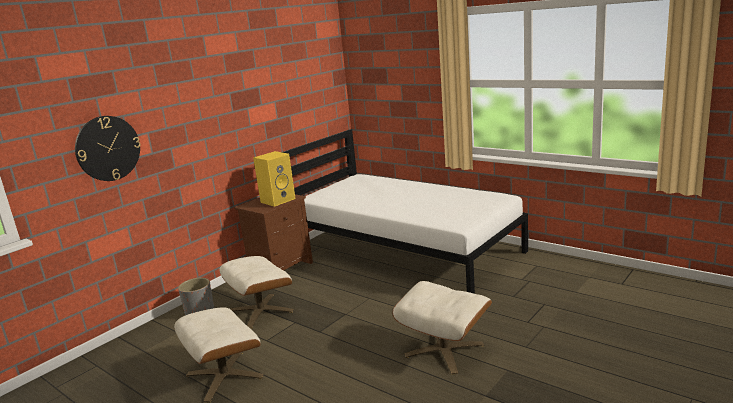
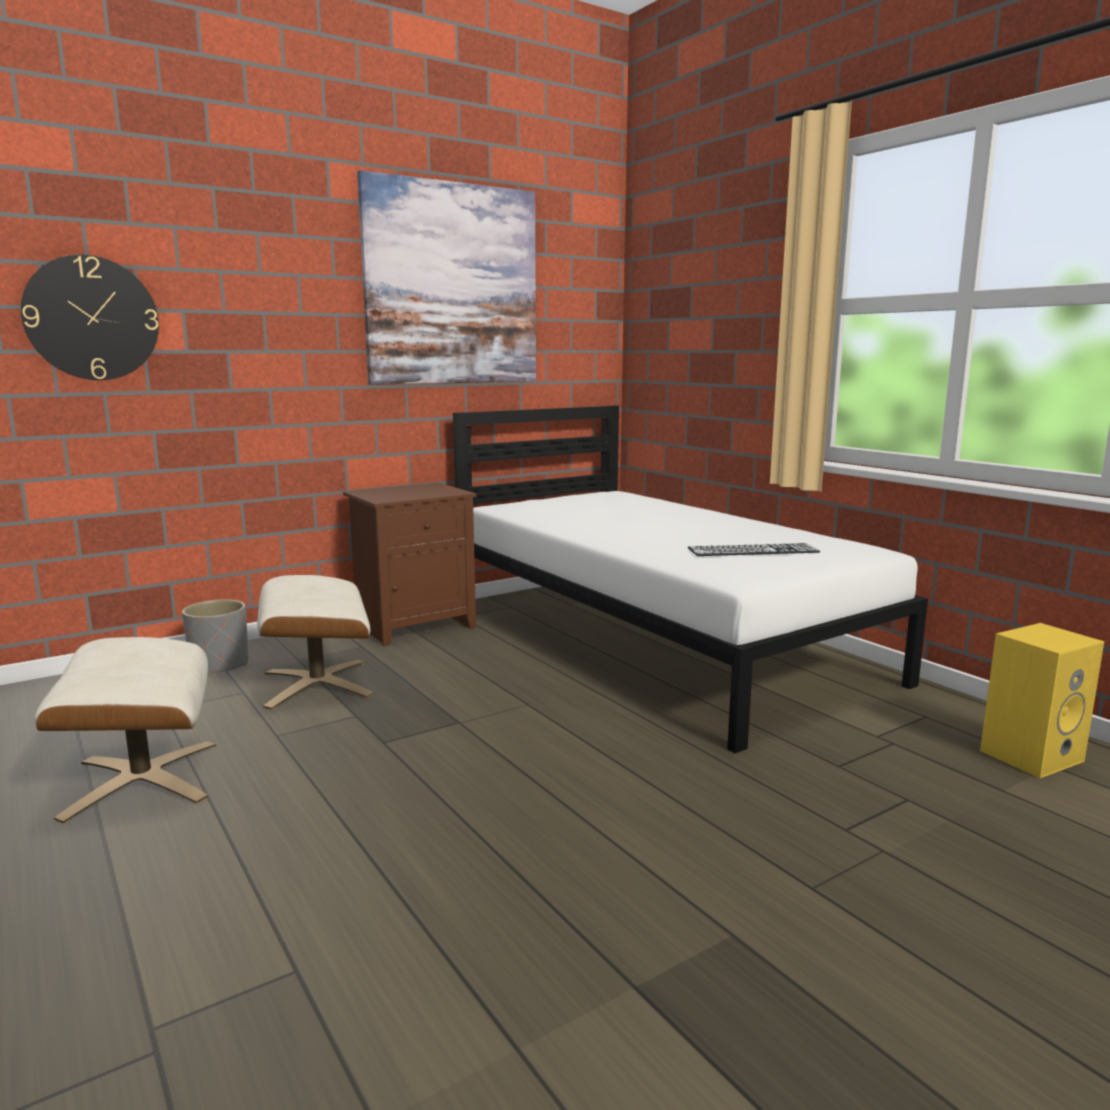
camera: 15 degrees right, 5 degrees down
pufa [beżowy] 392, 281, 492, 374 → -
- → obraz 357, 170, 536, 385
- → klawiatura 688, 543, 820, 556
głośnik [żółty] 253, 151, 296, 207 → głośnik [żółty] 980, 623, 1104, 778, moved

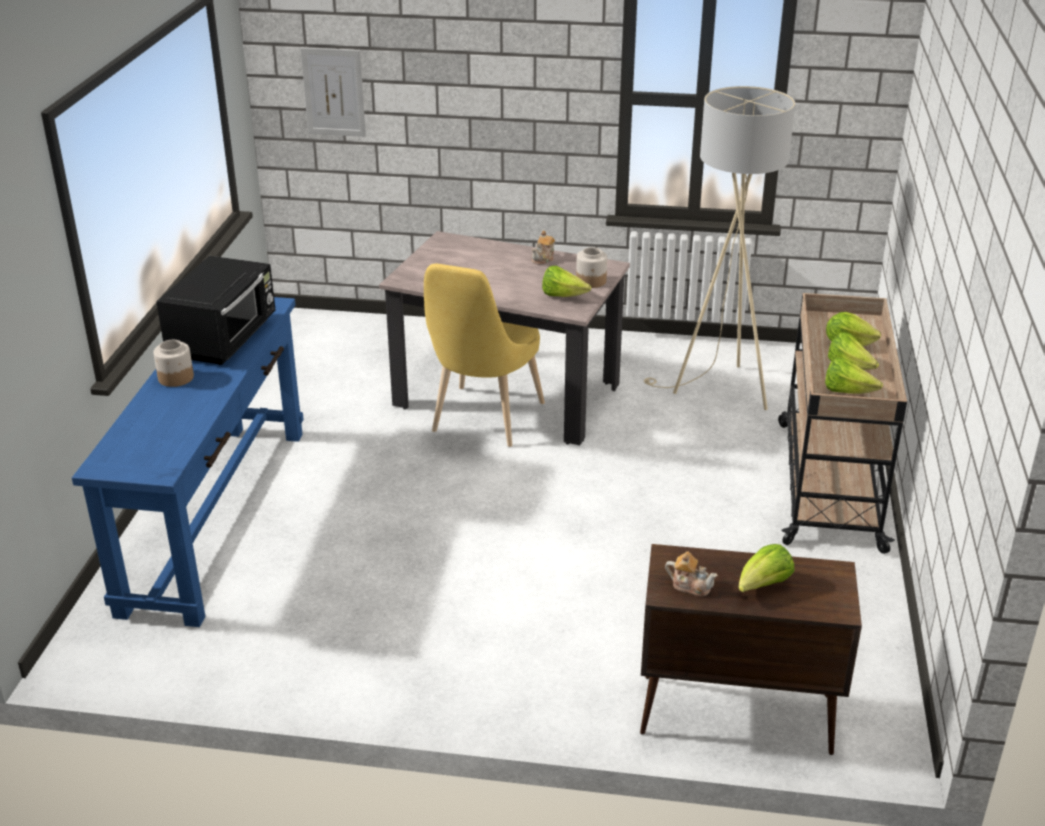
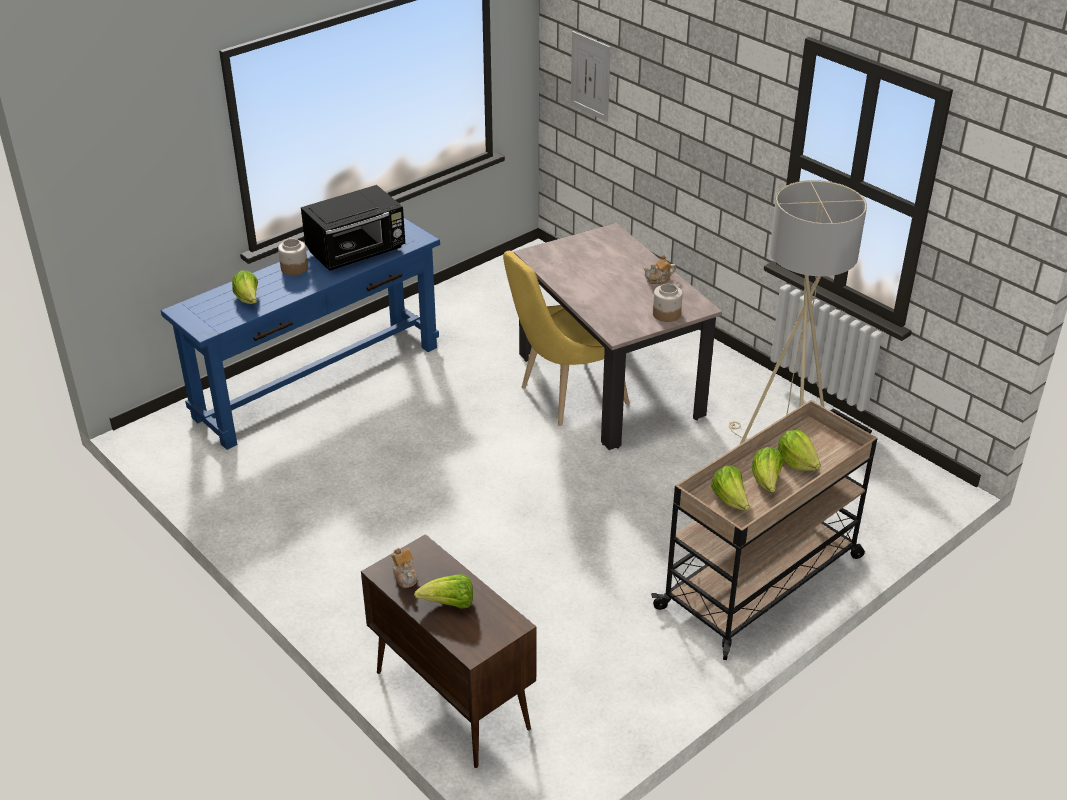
camera: 40 degrees right, 5 degrees up
sałata 542, 266, 591, 297 → sałata 232, 270, 258, 304, moved

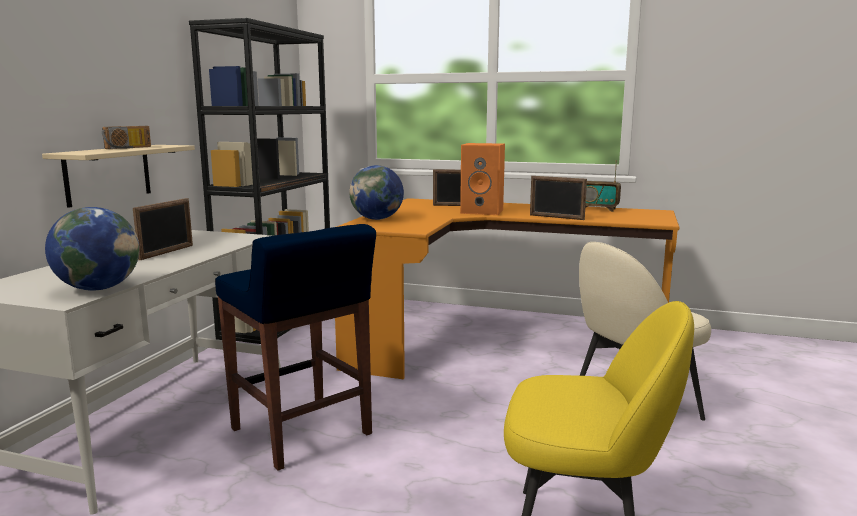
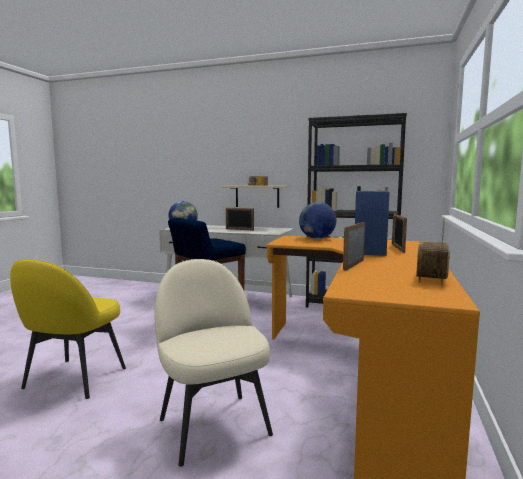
camera: 90 degrees right, 5 degrees down
głośnik [pomarańczowy] 460, 143, 505, 215 → głośnik [niebieski] 355, 191, 390, 256

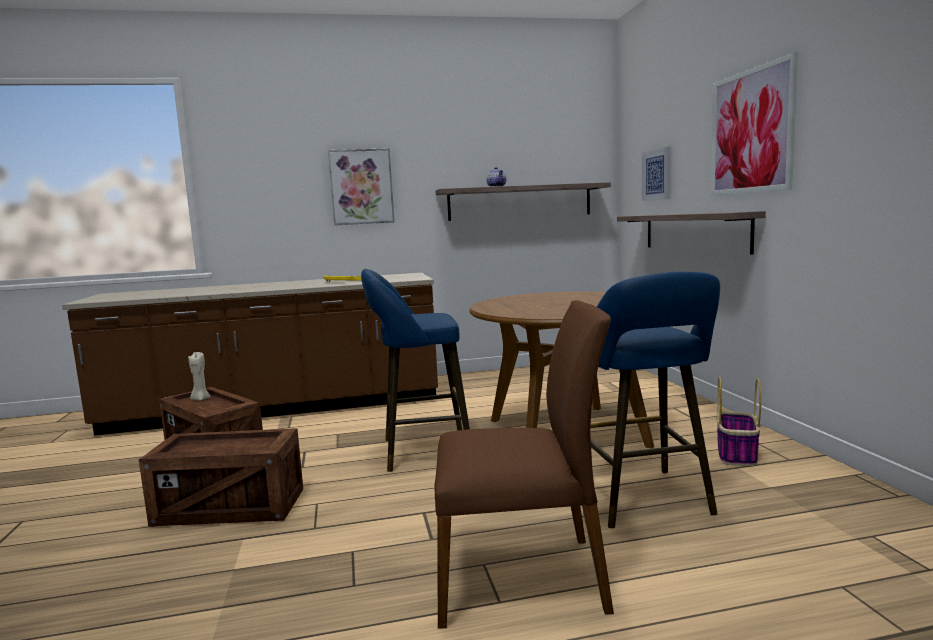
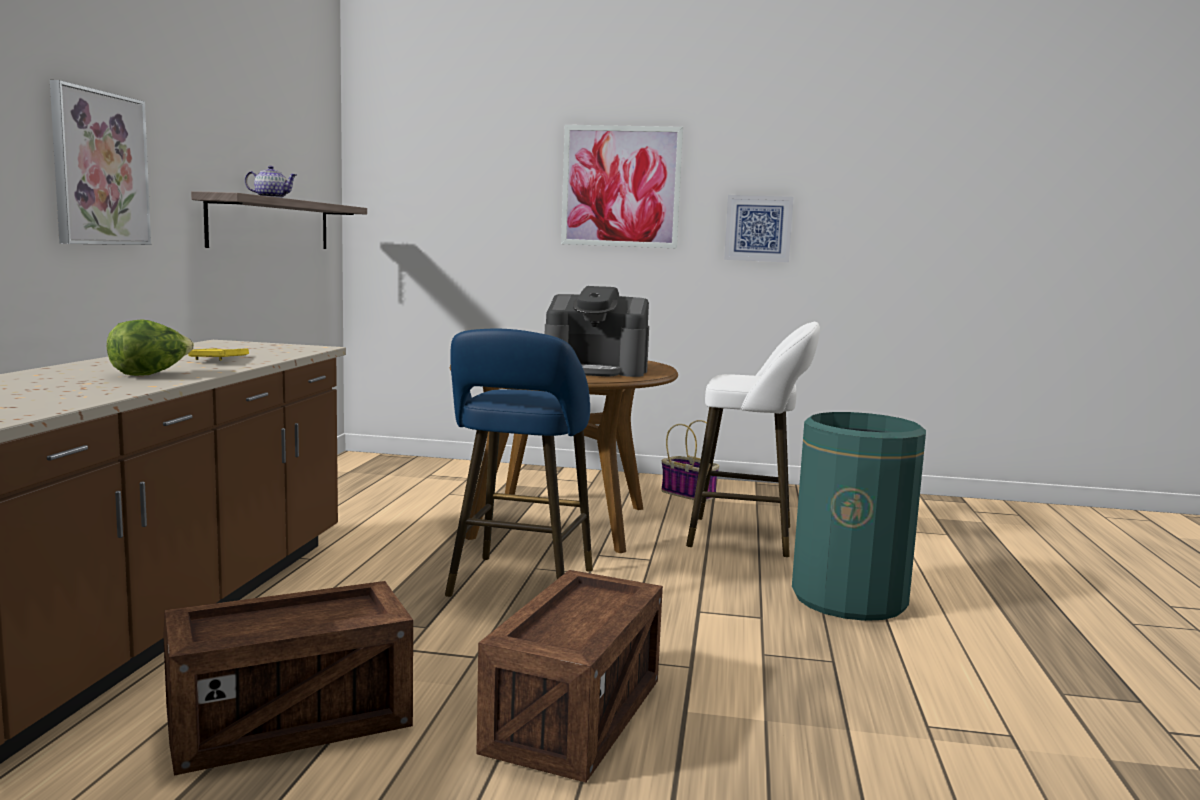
camera: 70 degrees left, 0 degrees up
świeca [beżowy] 188, 352, 210, 401 → -
półka 617, 211, 766, 255 → -
- → sałata 107, 319, 194, 376
- → ekspres do kawy 545, 286, 649, 377
obraz 642, 147, 670, 201 → obraz 724, 195, 794, 262, moved
krzesło [brązowy] 434, 300, 614, 629 → kosz na śmieci [zielony] 792, 412, 926, 621
stołek [niebieski] 590, 271, 720, 528 → stołek [biały] 686, 322, 820, 557

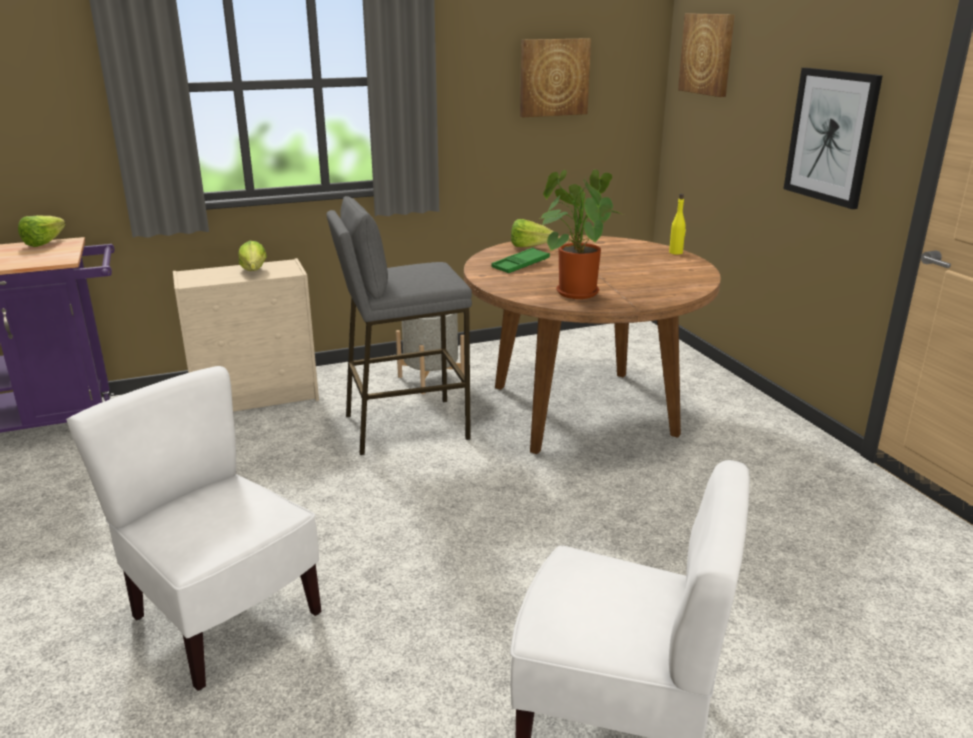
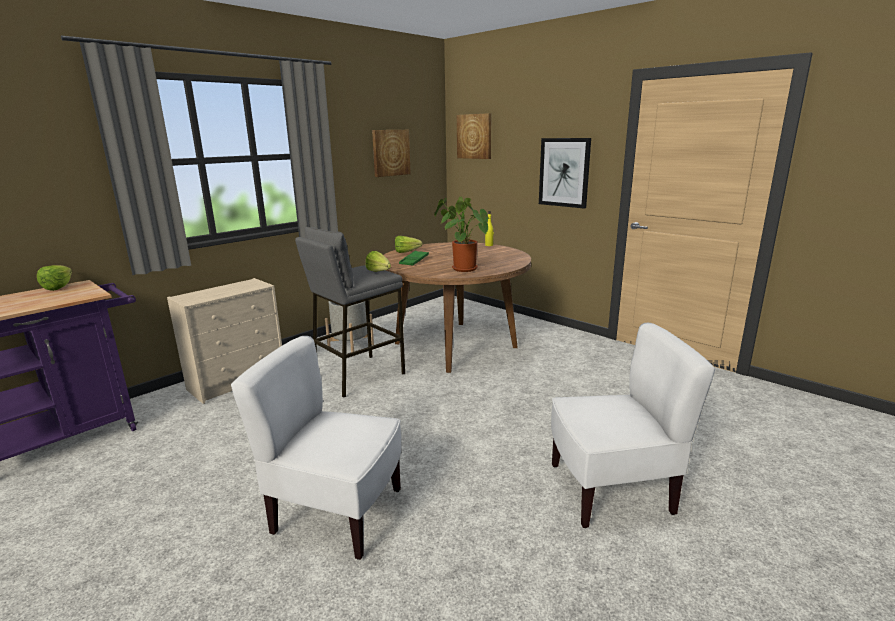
camera: 25 degrees left, 5 degrees down
sałata 238, 241, 267, 271 → sałata 366, 251, 391, 272, moved

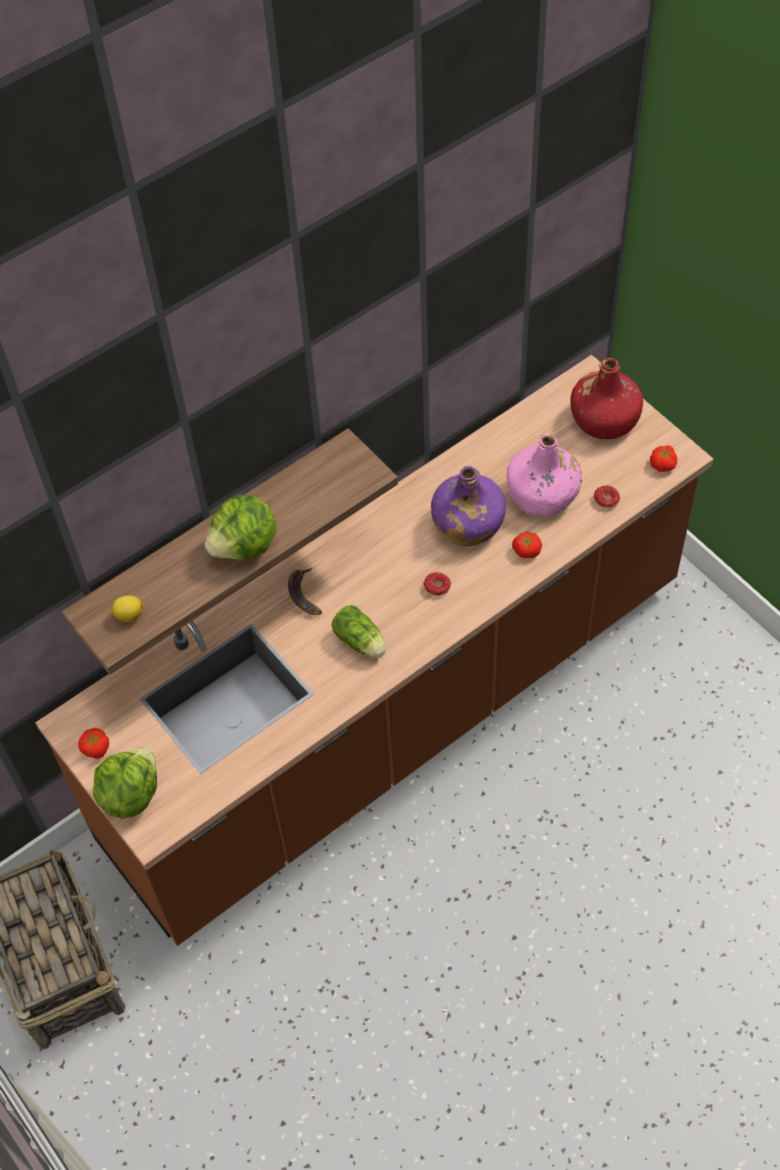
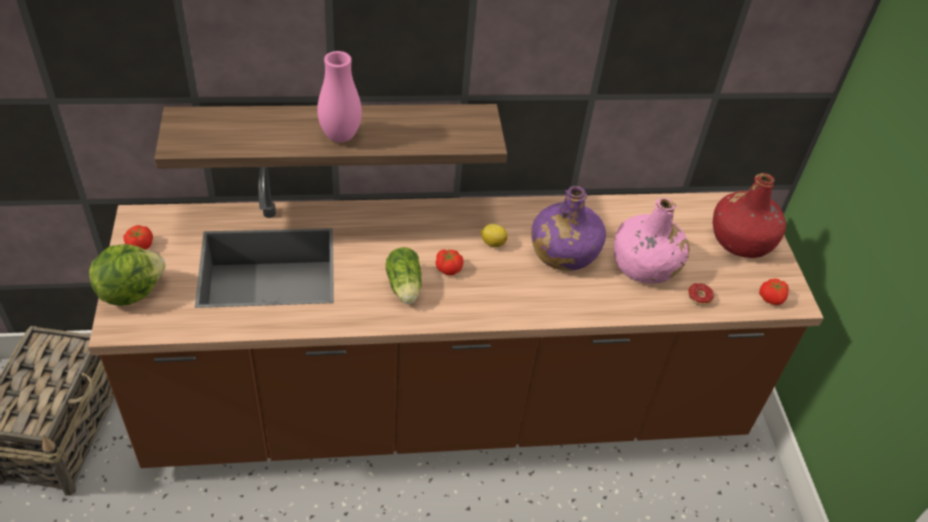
camera: 25 degrees right, 10 degrees down
banan 288, 568, 322, 615 → -
donut 424, 572, 451, 596 → -
cytryna 110, 595, 143, 622 → cytryna 481, 224, 508, 247, moved
pomidor 512, 531, 542, 558 → pomidor 436, 250, 463, 276, moved
sałata 205, 495, 276, 559 → wazon [różowy] 317, 51, 362, 142

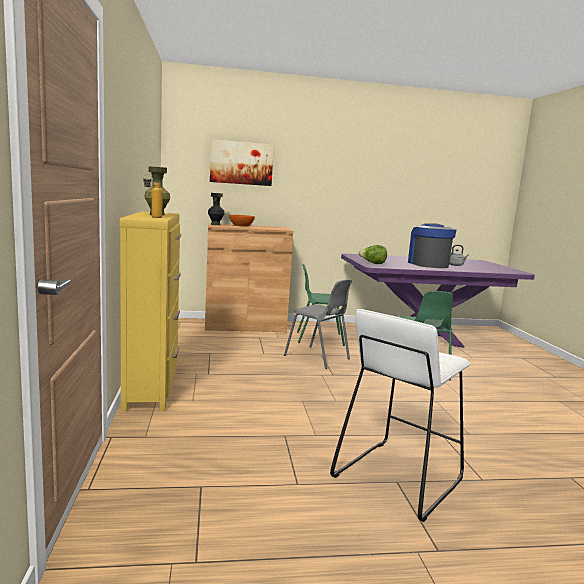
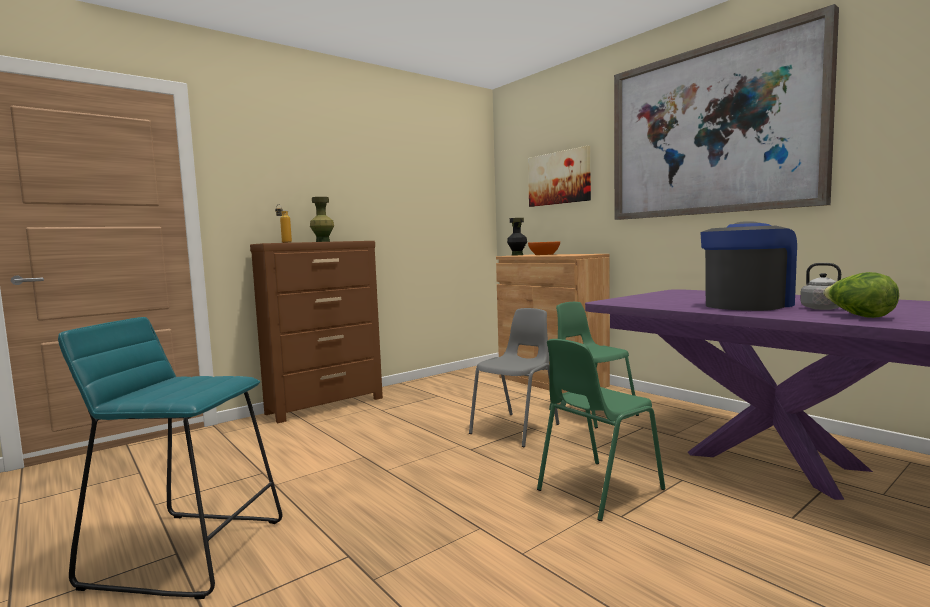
camera: 60 degrees right, 5 degrees down
- → obraz 614, 4, 839, 220
sałata 358, 245, 387, 264 → sałata 823, 272, 899, 318, moved
komoda [żółty] 119, 212, 181, 411 → komoda [brązowy] 250, 241, 383, 423
stołek [biały] 330, 309, 470, 522 → stołek [turkusowy] 58, 317, 282, 599
krzesło [szary] 284, 279, 352, 369 → krzesło [szary] 469, 308, 559, 447, 150 degrees counterclockwise

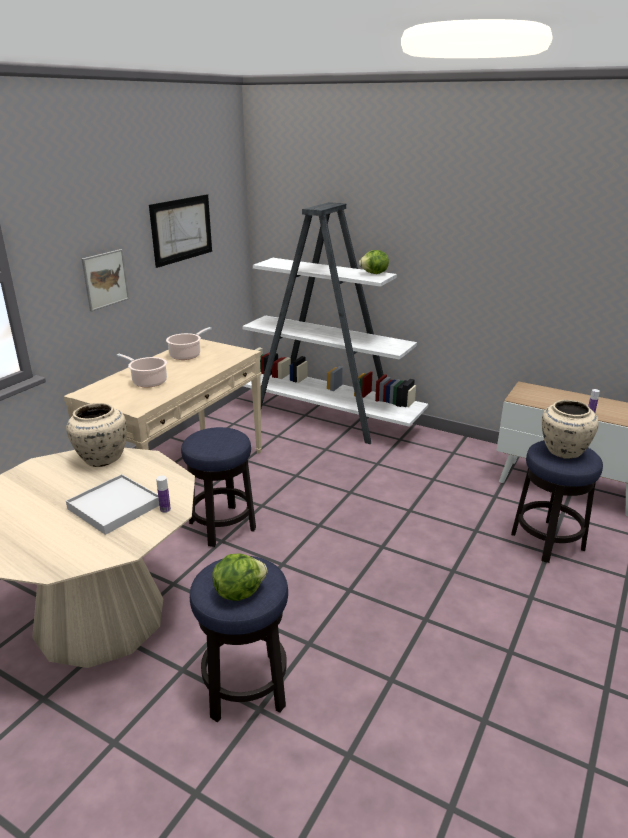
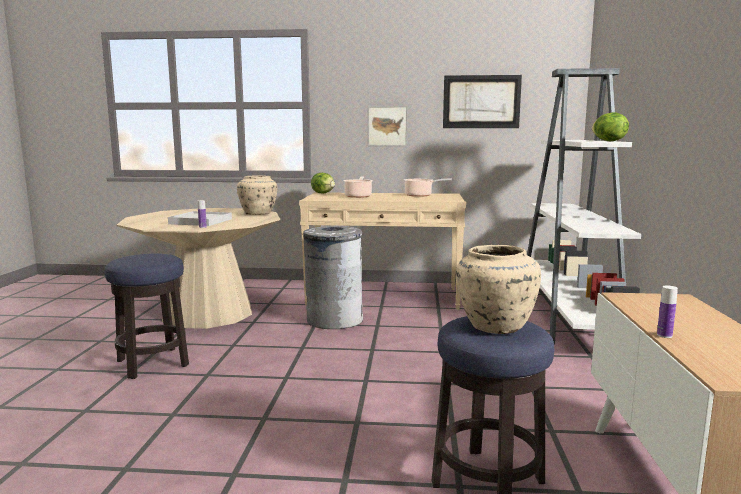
camera: 65 degrees right, 15 degrees down
sałata 213, 553, 268, 601 → sałata 311, 173, 335, 193, moved
stołek 181, 427, 256, 547 → kosz na śmieci [szary] 303, 226, 363, 329

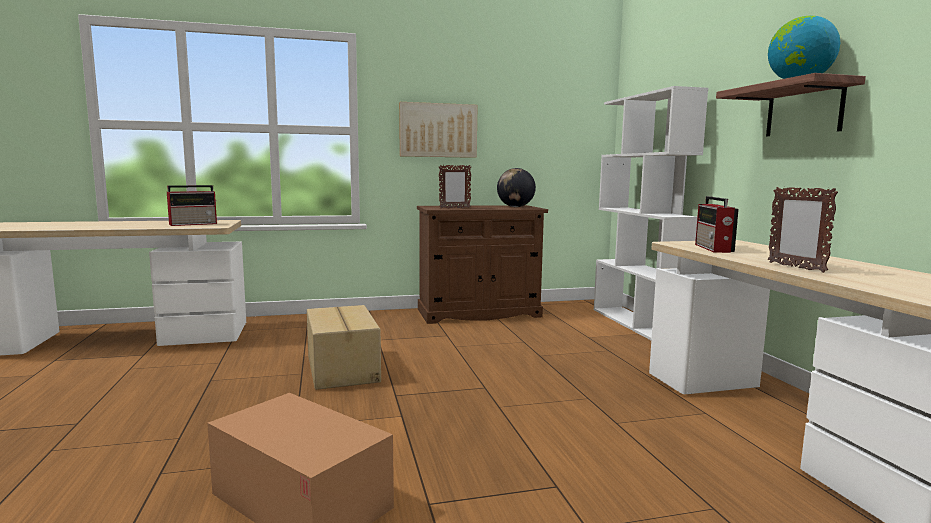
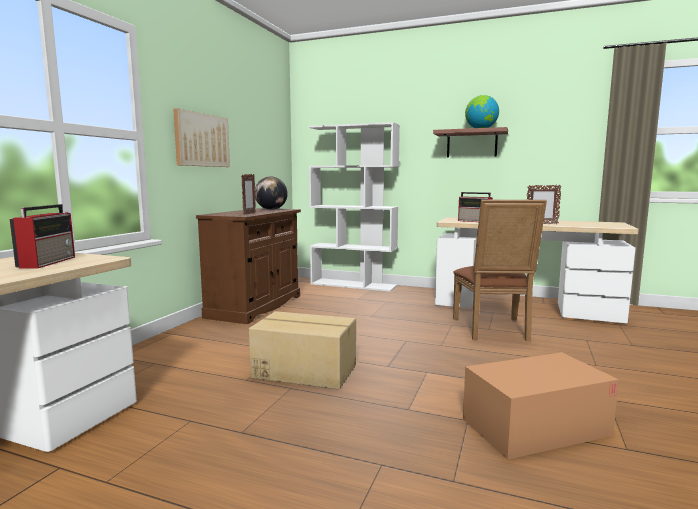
camera: 55 degrees left, 0 degrees up
- → krzesło [brązowy] 453, 200, 547, 341

